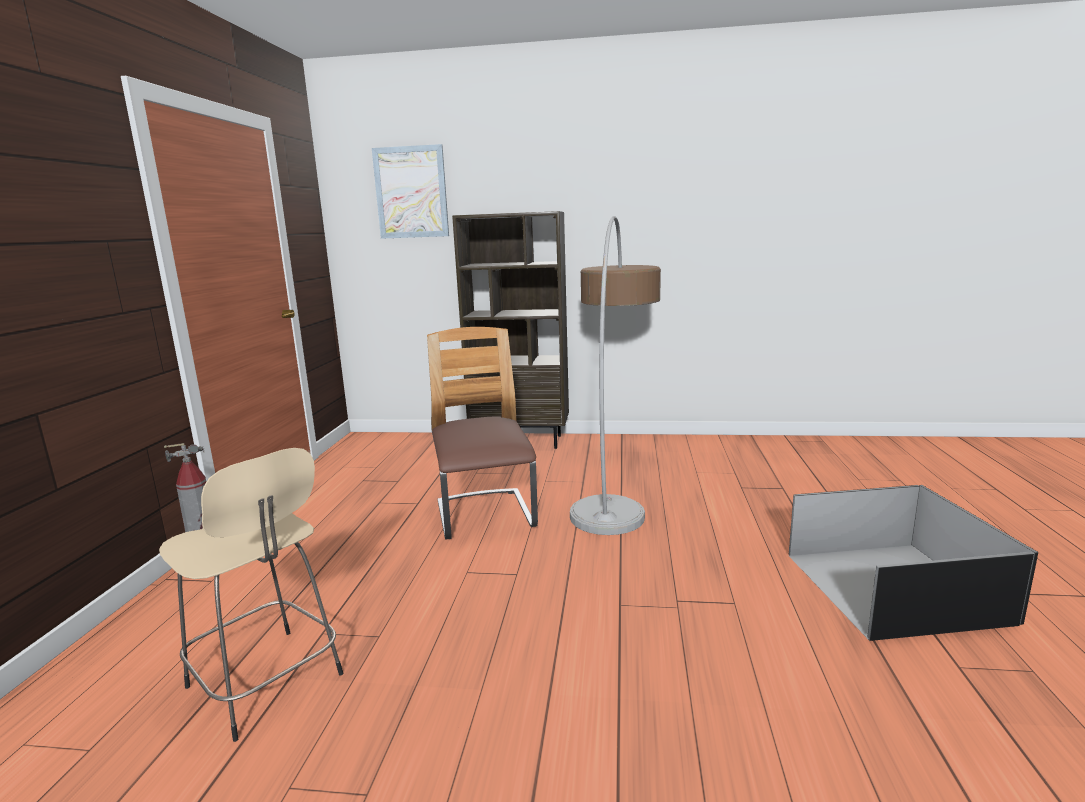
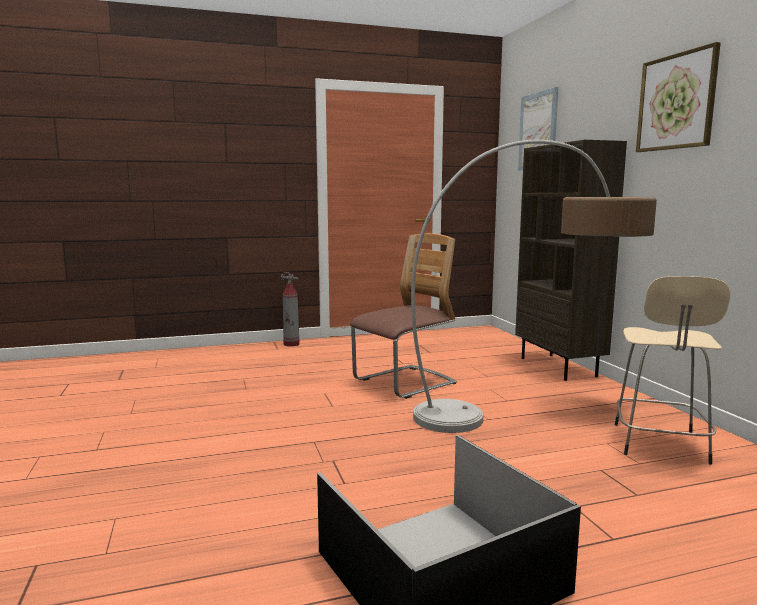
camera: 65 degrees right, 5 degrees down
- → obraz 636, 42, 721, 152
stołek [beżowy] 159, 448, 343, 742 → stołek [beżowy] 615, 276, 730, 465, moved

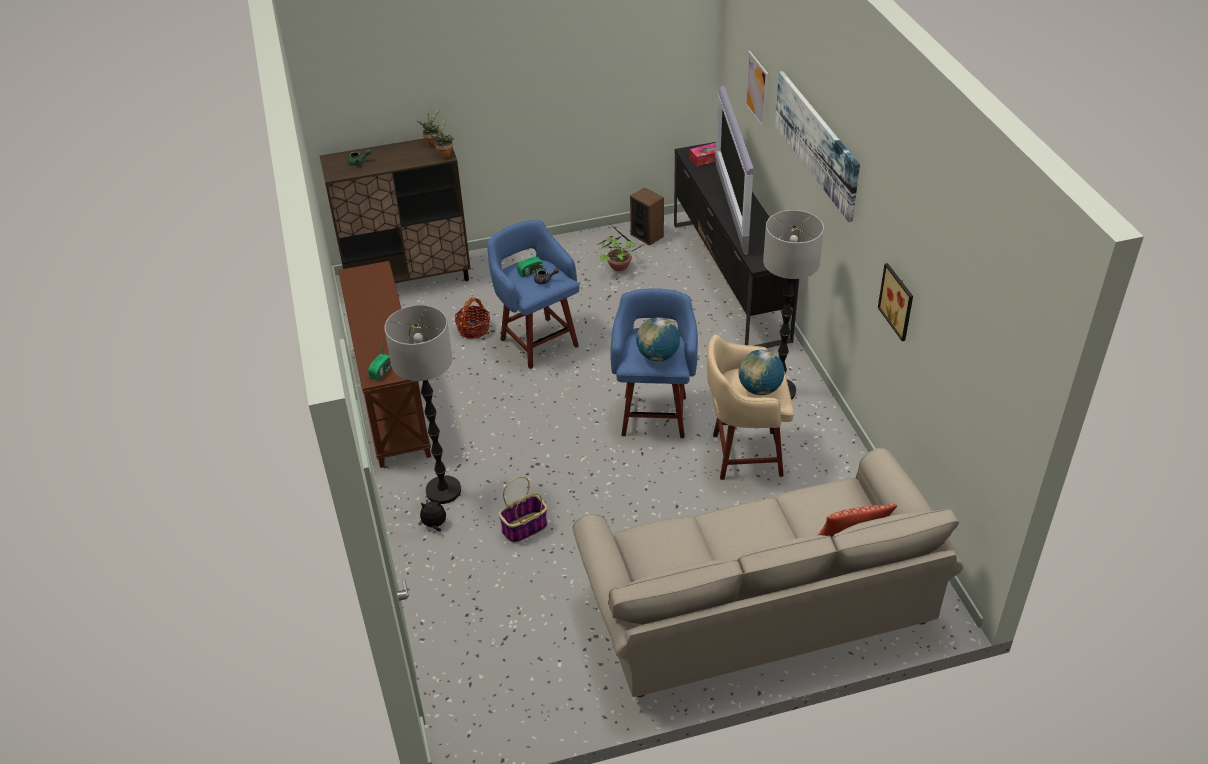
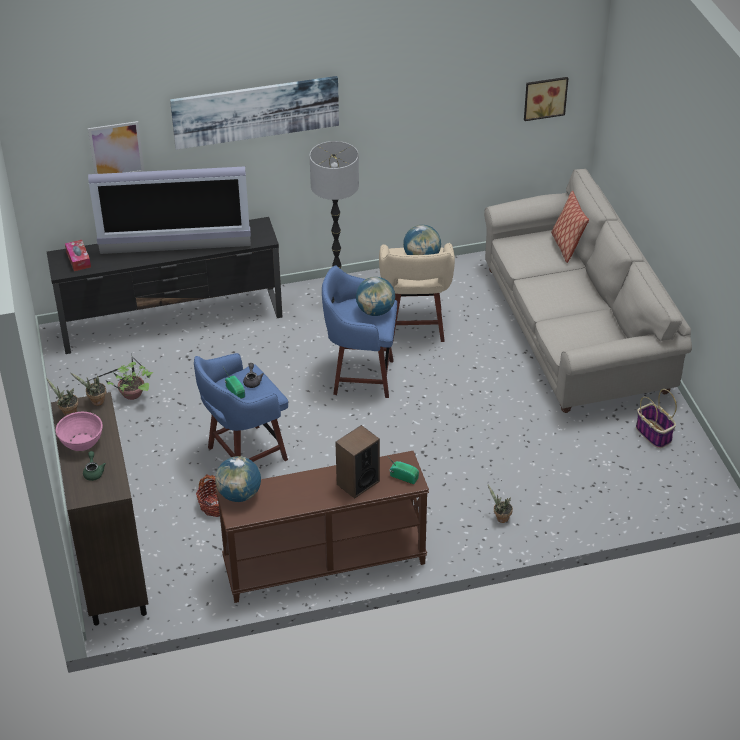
camera: 90 degrees left, 0 degrees up
lampa stojąca 385, 305, 461, 504 → -
- → miska [różowy] 56, 412, 103, 451
- → globus 215, 456, 261, 502
koszyk 499, 477, 548, 543 → koszyk 636, 389, 677, 448, moved
głośnik 630, 188, 664, 246 → głośnik 335, 425, 380, 499, moved
obraz 878, 263, 913, 341 → obraz 524, 77, 568, 121, moved
pluszak 418, 500, 446, 531 → roślina doniczkowa 488, 485, 513, 523

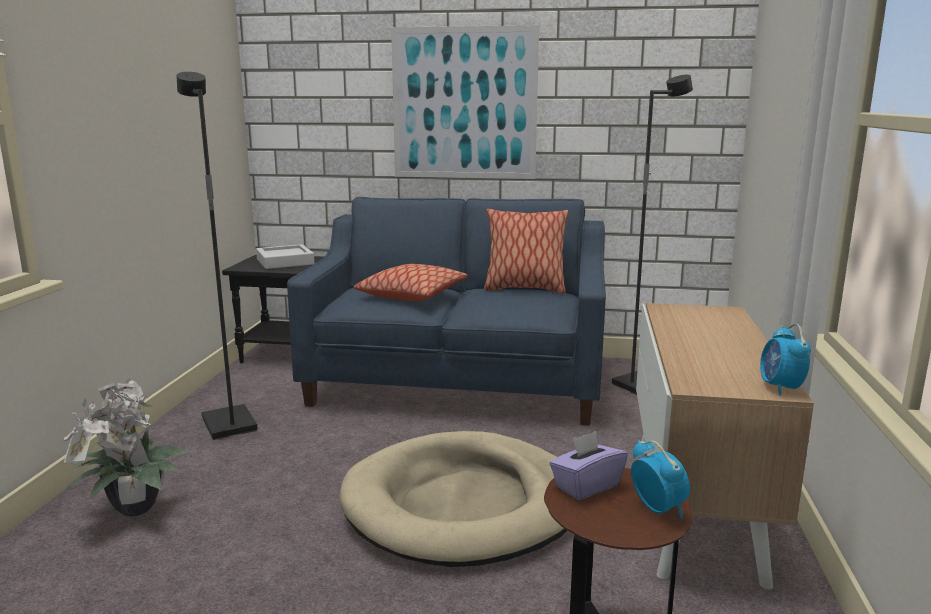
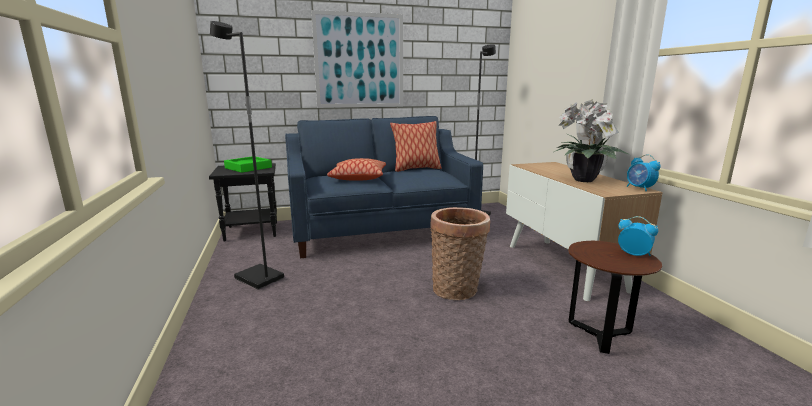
camera: 25 degrees left, 0 degrees up
pudełko chusteczek [fioletowy] 549, 431, 628, 500 → -
roślina doniczkowa 64, 378, 190, 516 → roślina doniczkowa 554, 99, 628, 182, moved
legowisko [beżowy] 340, 431, 567, 567 → koszyk 430, 207, 490, 300
taca [szary] 256, 244, 315, 269 → taca [zielony] 224, 157, 272, 173

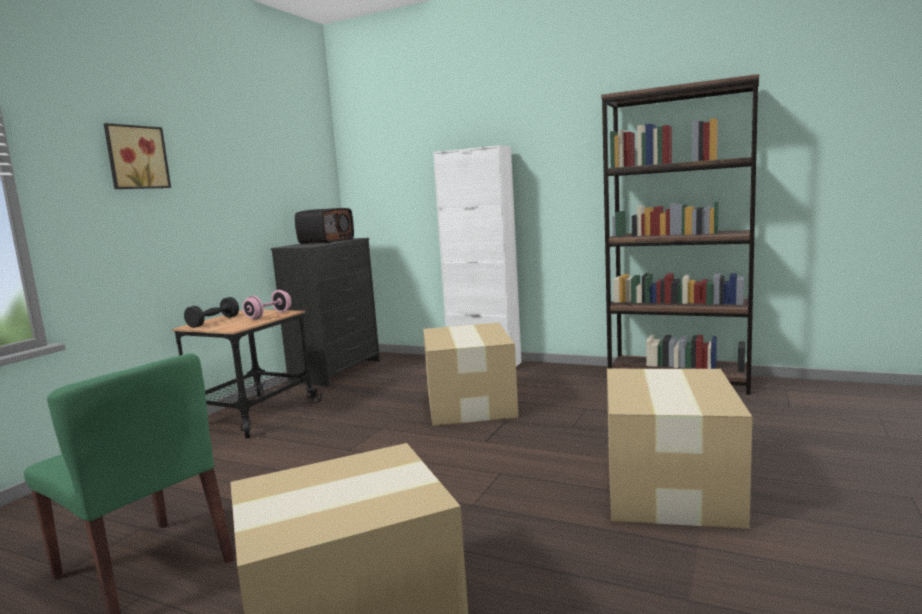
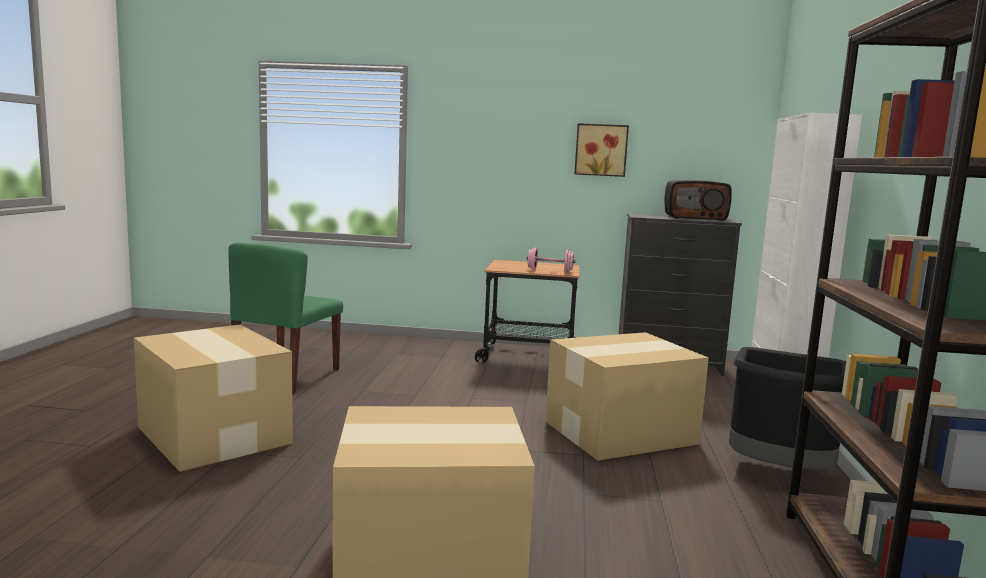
camera: 70 degrees right, 0 degrees up
hantel [czarny] 184, 297, 239, 328 → -
- → kosz na śmieci [czarny] 729, 347, 846, 470
obraz 104, 123, 171, 189 → obraz 574, 123, 629, 177, moved

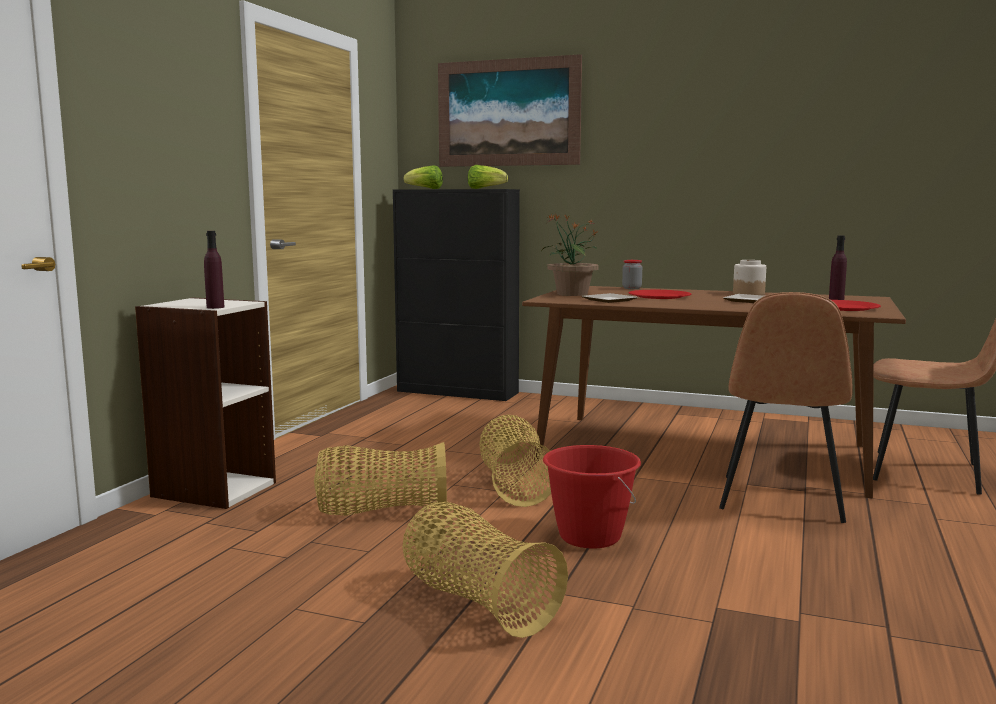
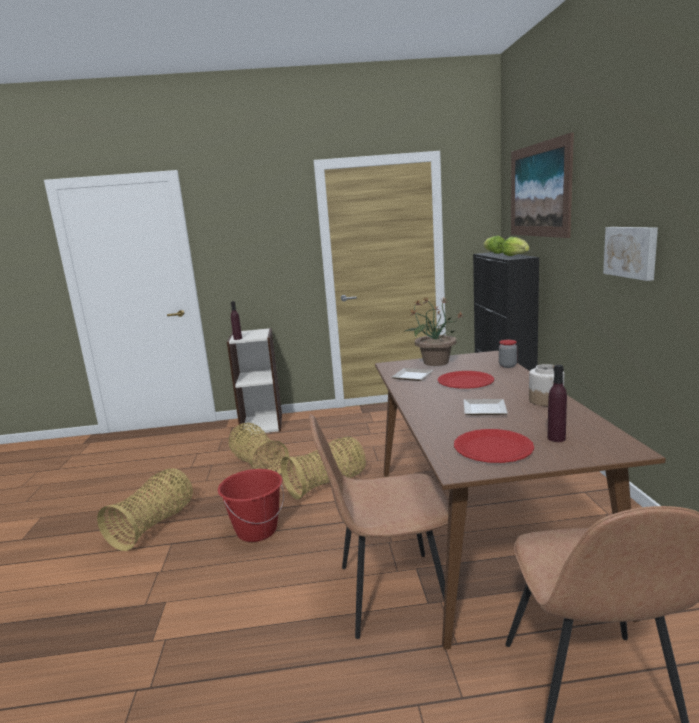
camera: 65 degrees right, 5 degrees up
- → obraz 603, 227, 658, 281

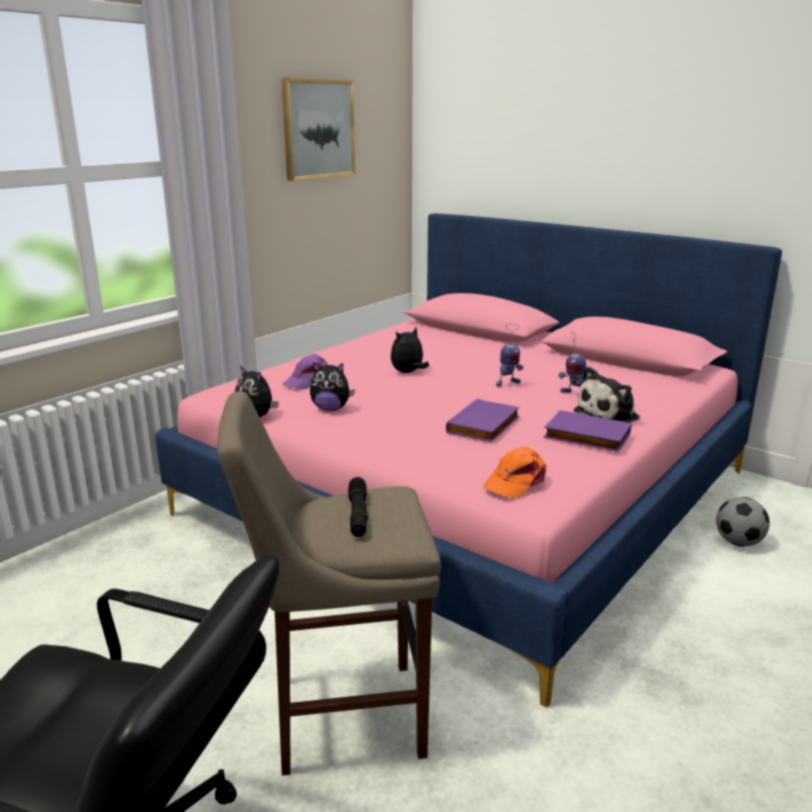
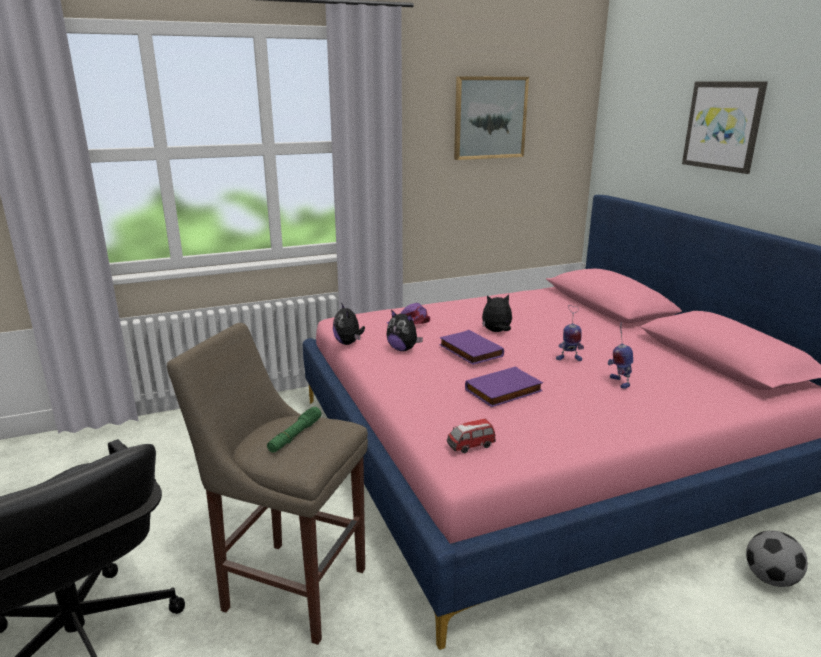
camera: 30 degrees right, 0 degrees up
pluszak 574, 367, 640, 423 → -
- → obraz 682, 82, 768, 174
książka [fioletowy] 544, 410, 631, 452 → książka [fioletowy] 439, 330, 504, 365, moved
czapka z daszkiem [pomarańczowy] 484, 447, 546, 499 → samochodzik 447, 419, 495, 453
latarka [czarny] 348, 477, 368, 537 → latarka [zielony] 267, 407, 321, 453

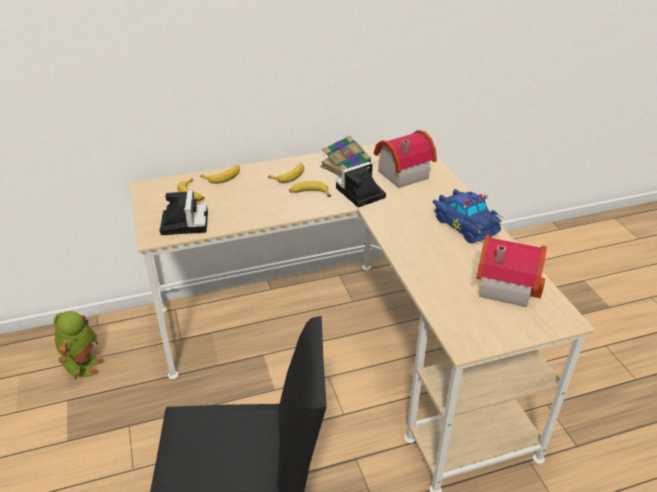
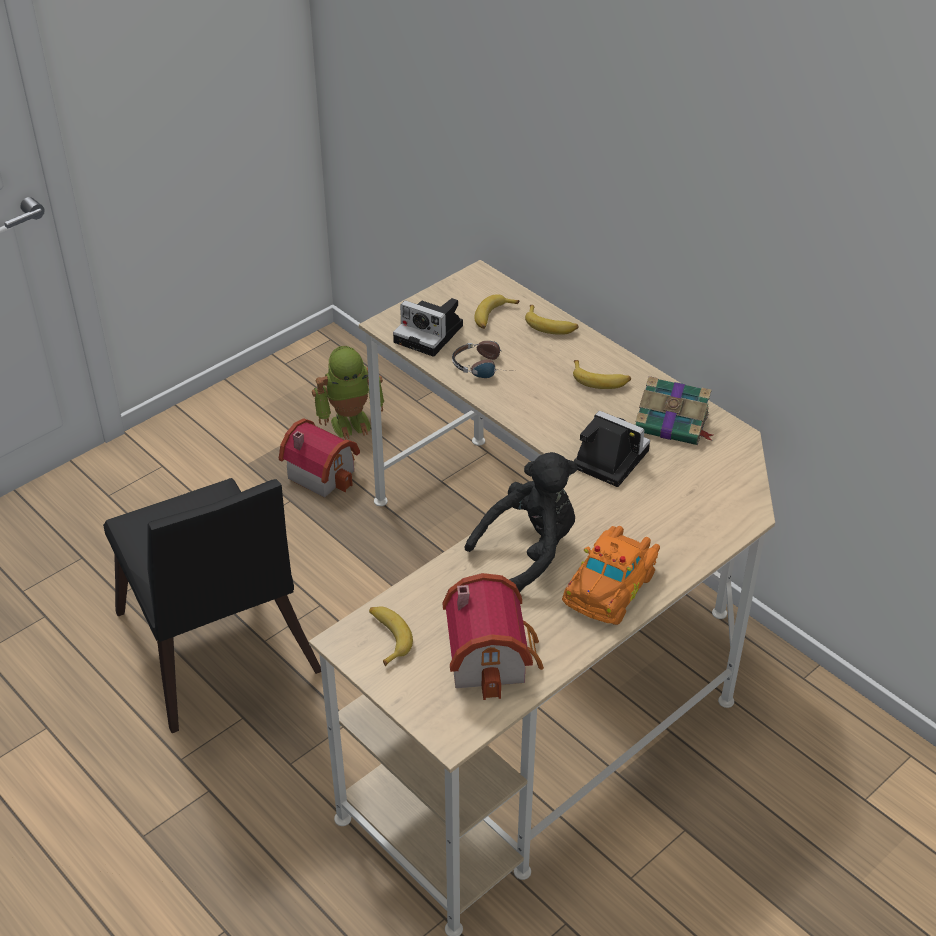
camera: 65 degrees right, 5 degrees up
- → słuchawki 452, 341, 513, 378
- → pluszak [czarny] 465, 452, 578, 592
banan 289, 181, 331, 197 → banan 369, 606, 413, 666, moved
domek 374, 130, 437, 188 → domek 279, 418, 360, 498, moved
samochodzik [niebieski] 433, 189, 503, 243 → samochodzik [pomarańczowy] 562, 526, 660, 625
aparat fotograficzny 159, 190, 208, 235 → aparat fotograficzny 393, 298, 463, 357, 60 degrees clockwise

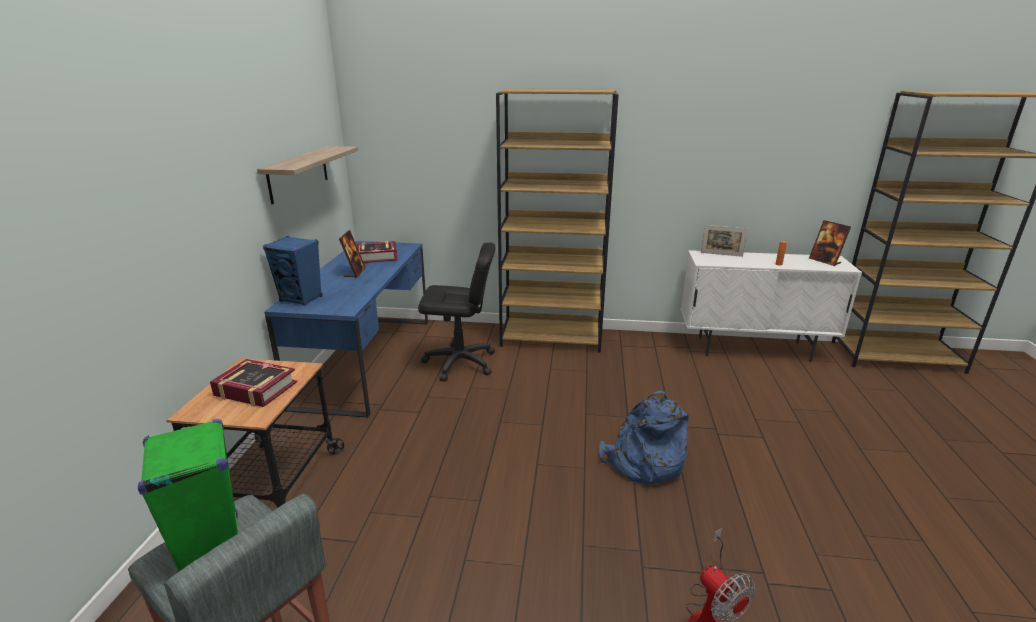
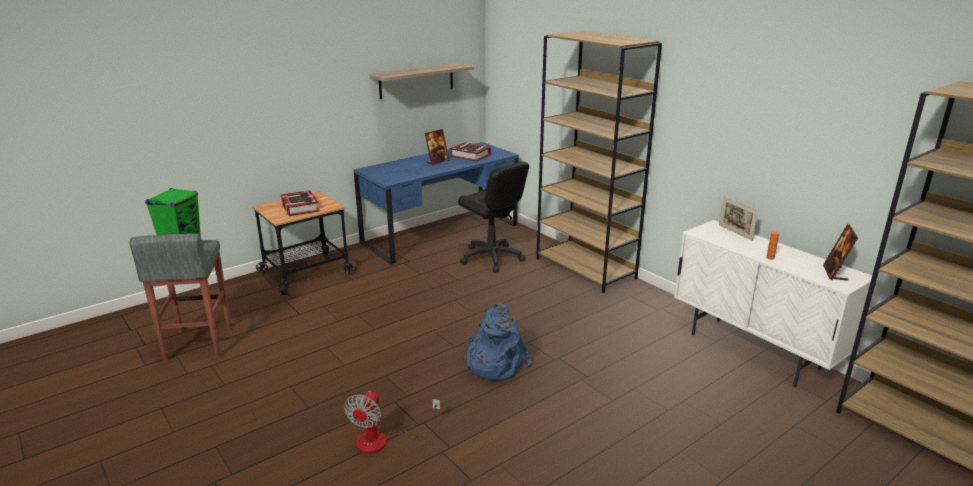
camera: 45 degrees right, 0 degrees up
głośnik [niebieski] 263, 236, 323, 306 → -

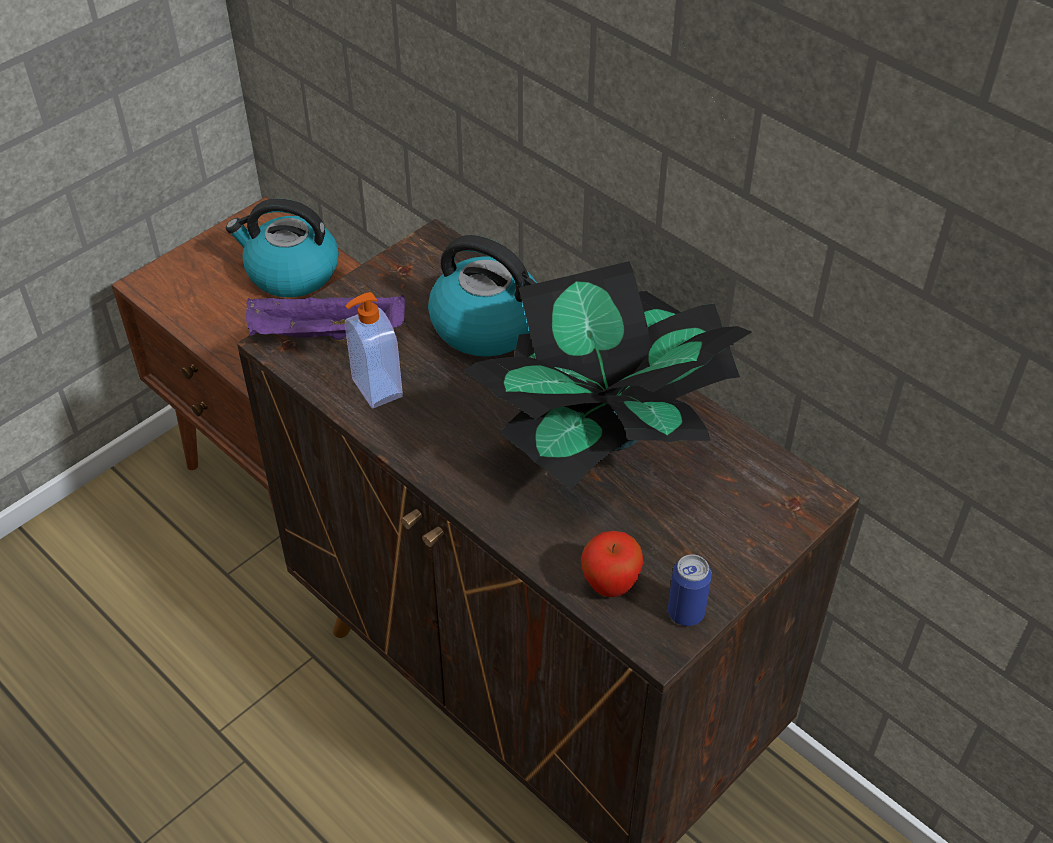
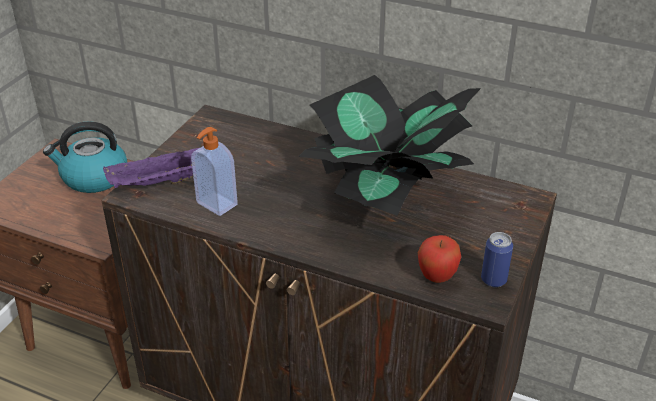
camera: 20 degrees left, 10 degrees down
czajnik 428, 235, 537, 357 → -

